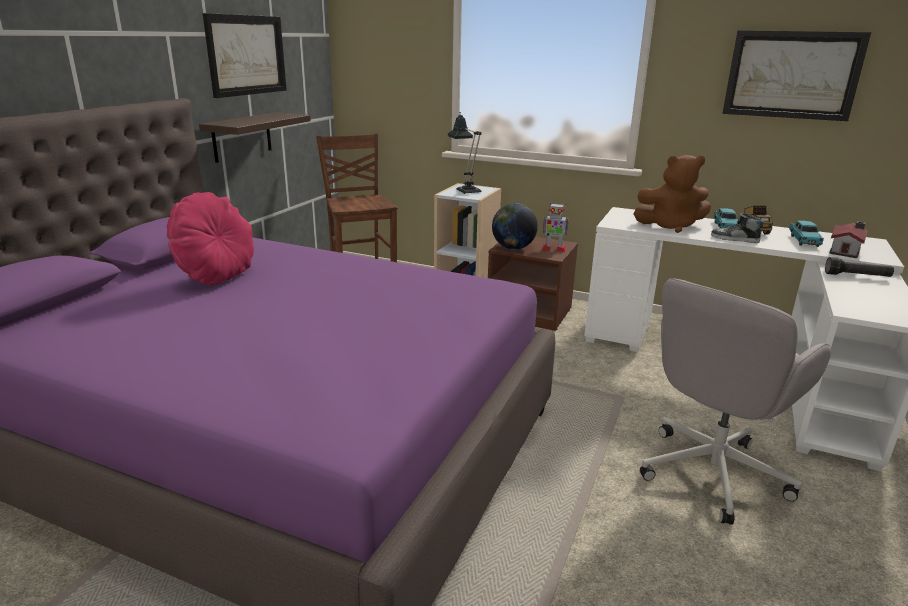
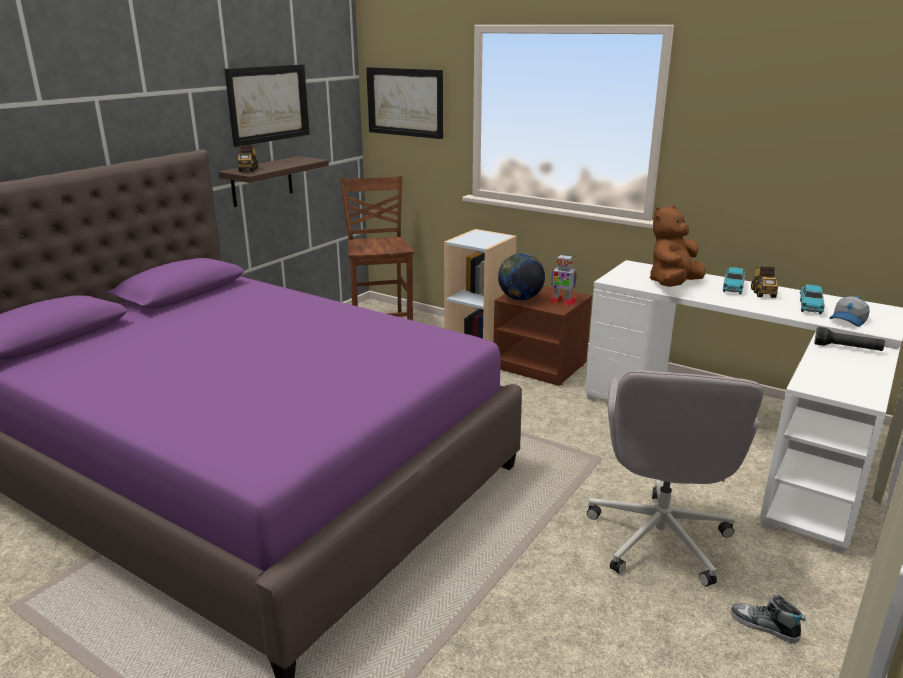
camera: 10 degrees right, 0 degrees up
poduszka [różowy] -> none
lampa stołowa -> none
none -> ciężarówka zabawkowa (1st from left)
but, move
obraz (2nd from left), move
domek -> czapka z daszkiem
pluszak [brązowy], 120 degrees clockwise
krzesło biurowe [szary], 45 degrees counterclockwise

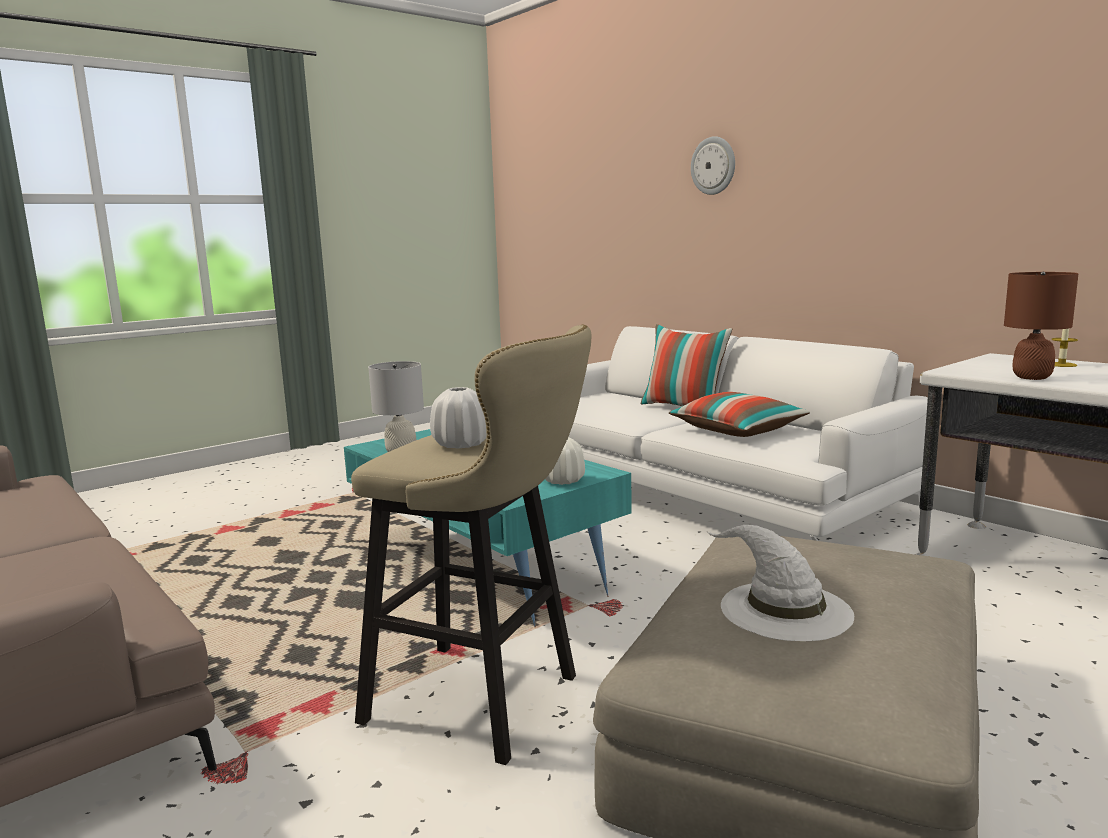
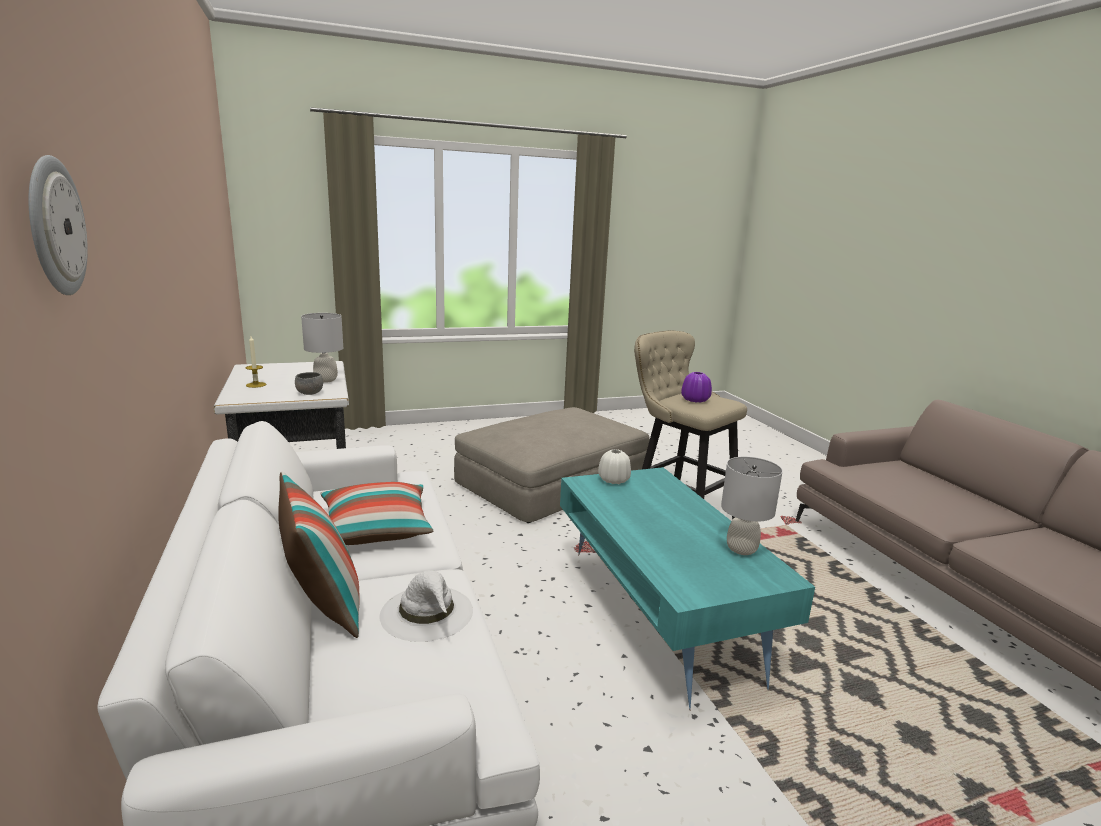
camera: 160 degrees left, 5 degrees up
none -> miska [szary]
kapelusz [biały], move
wazon [biały] (1st from left) -> wazon [fioletowy]
lampa stołowa [brązowy] -> lampa stołowa [szary] (1st from left)

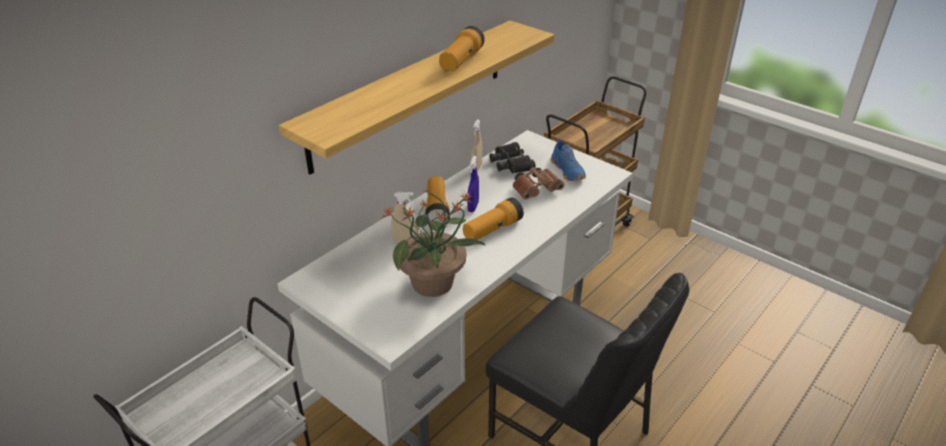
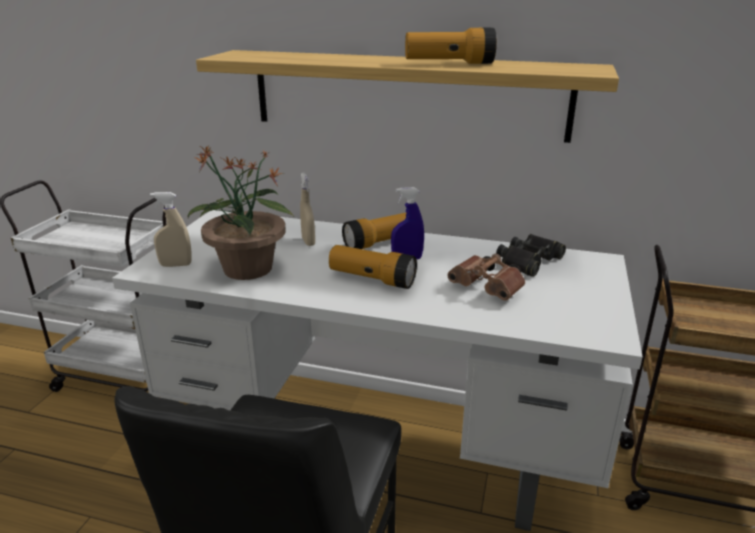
camera: 65 degrees right, 10 degrees down
but [niebieski] -> none
spryskiwacz [beżowy] (2nd from left in the first image) -> spryskiwacz [beżowy] (1st from left), move

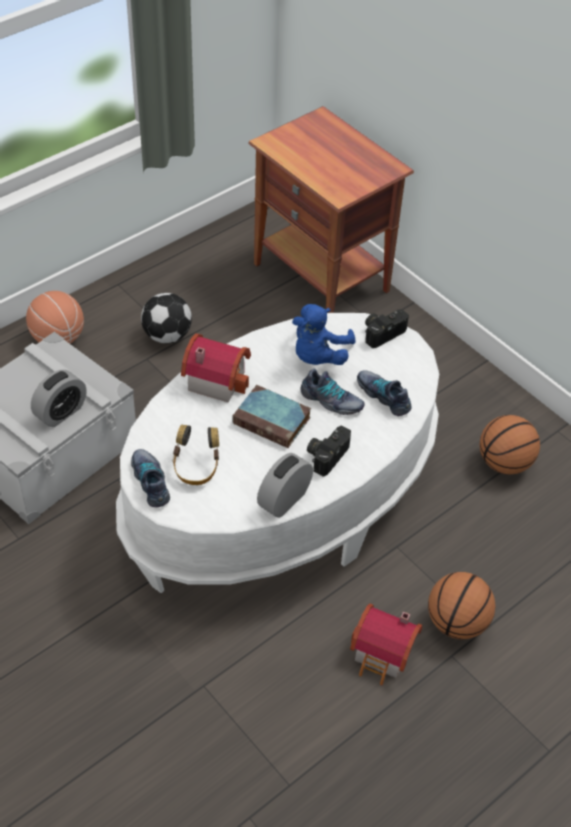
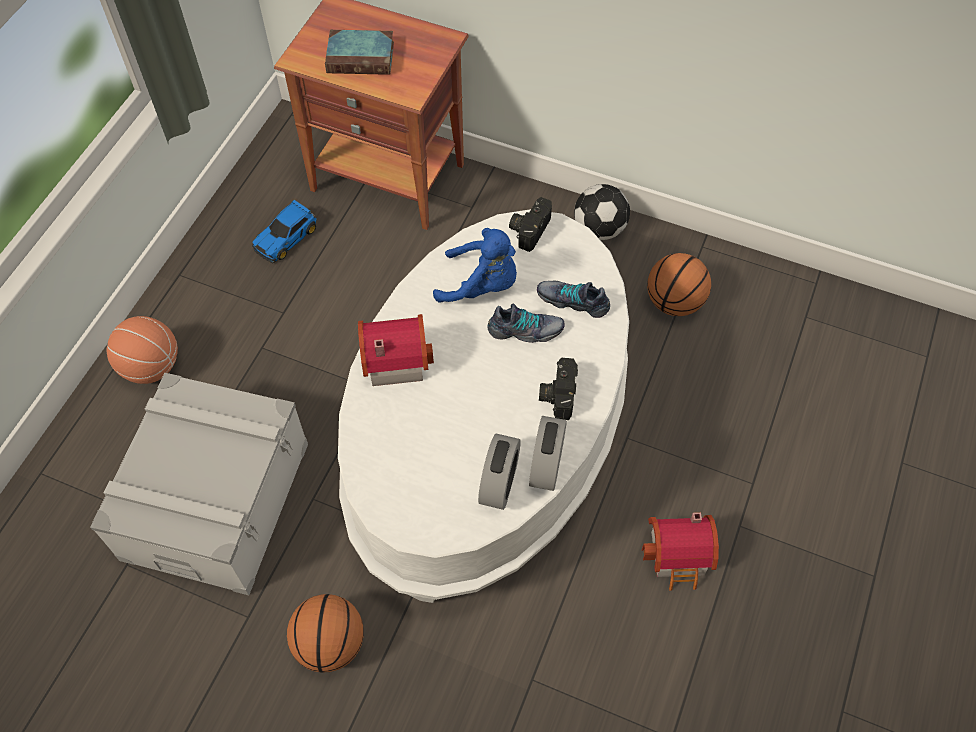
camera: 25 degrees left, 10 degrees up
but (1st from left) -> none
słuchawki -> none
none -> samochodzik
budzik (1st from left), move
piłka futbolowa, move
książka, move
piłka do koszykówki (2nd from left), move
pluszak [niebieski], 75 degrees counterclockwise

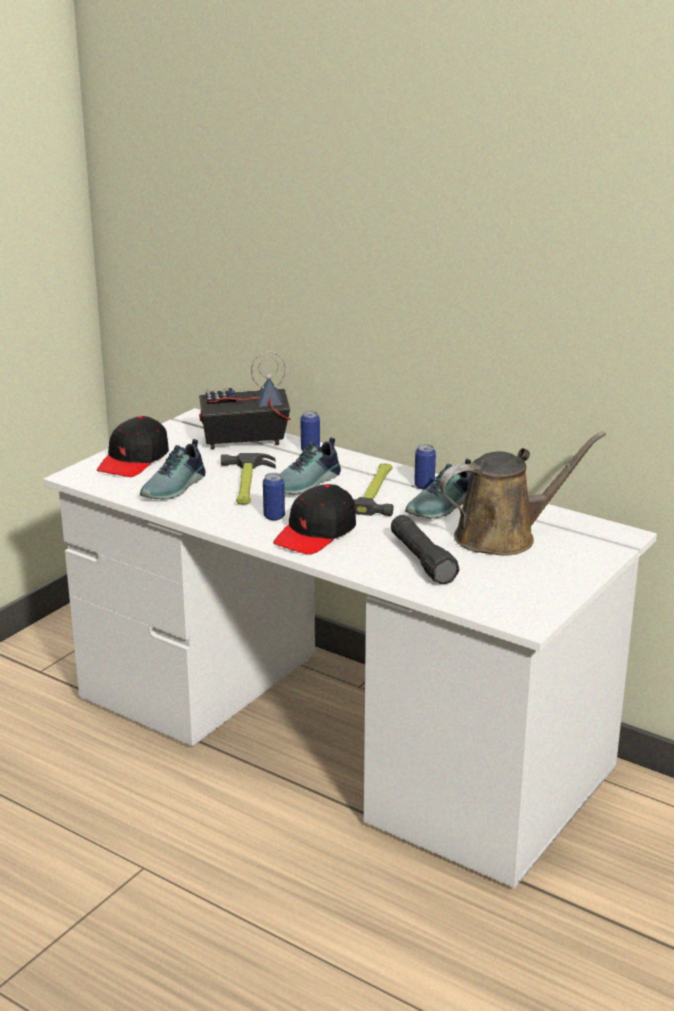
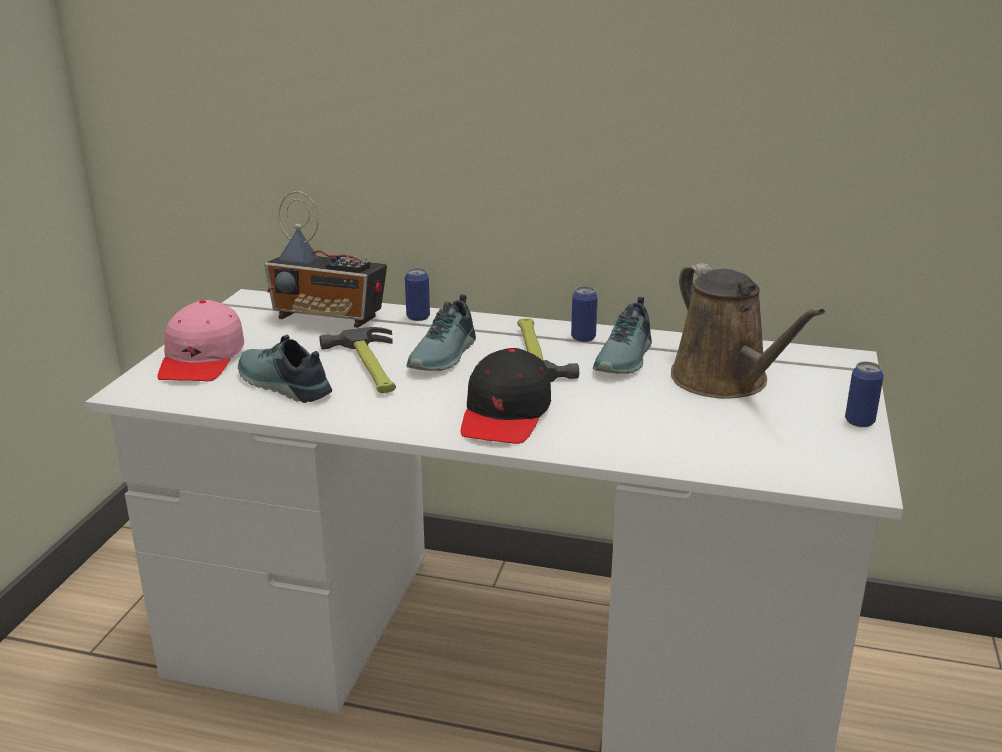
camera: 20 degrees left, 0 degrees up
latarka [czarny] -> none
puszka (1st from left in the first image) -> puszka (3rd from left), move
czapka z daszkiem [czarny] (1st from left) -> czapka z daszkiem [różowy]
but (1st from left), 120 degrees clockwise
radio, 135 degrees counterclockwise
konewka [brązowy], 105 degrees clockwise

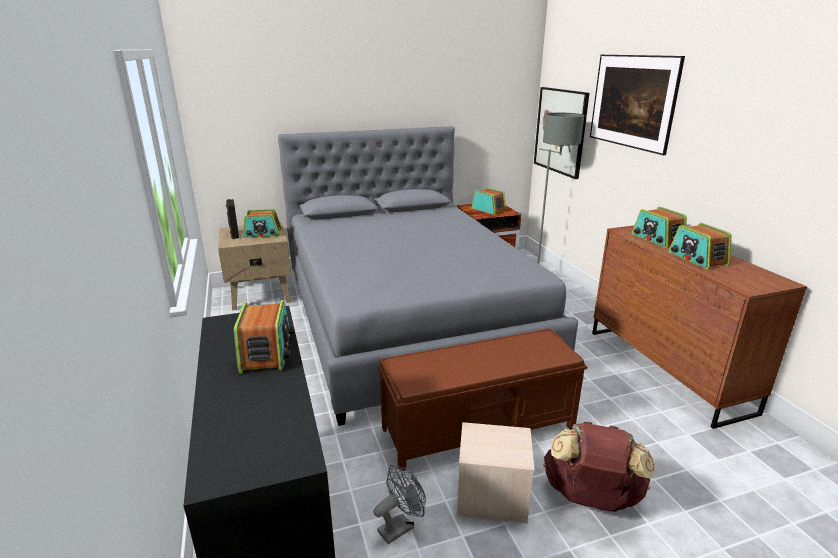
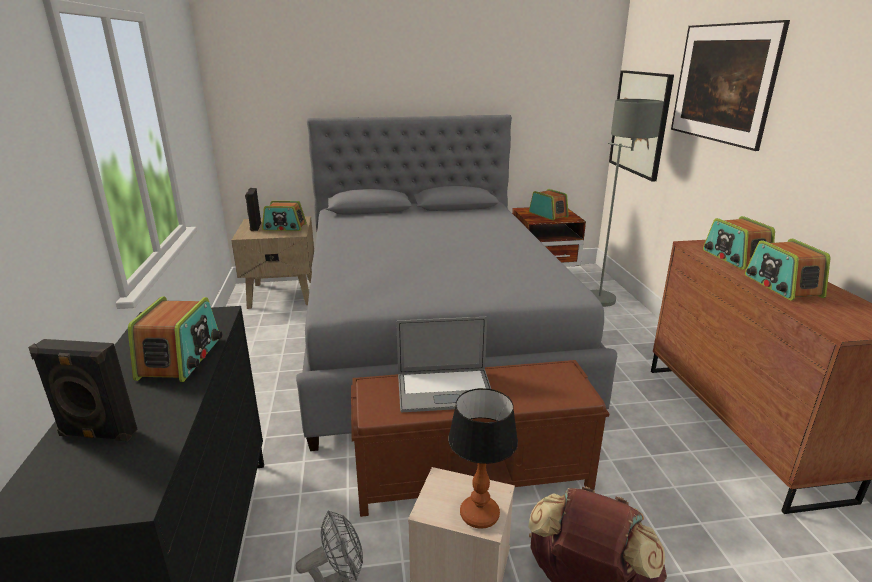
camera: 10 degrees right, 0 degrees up
none -> głośnik [czarny] (1st from left)
none -> laptop
none -> lampa stołowa

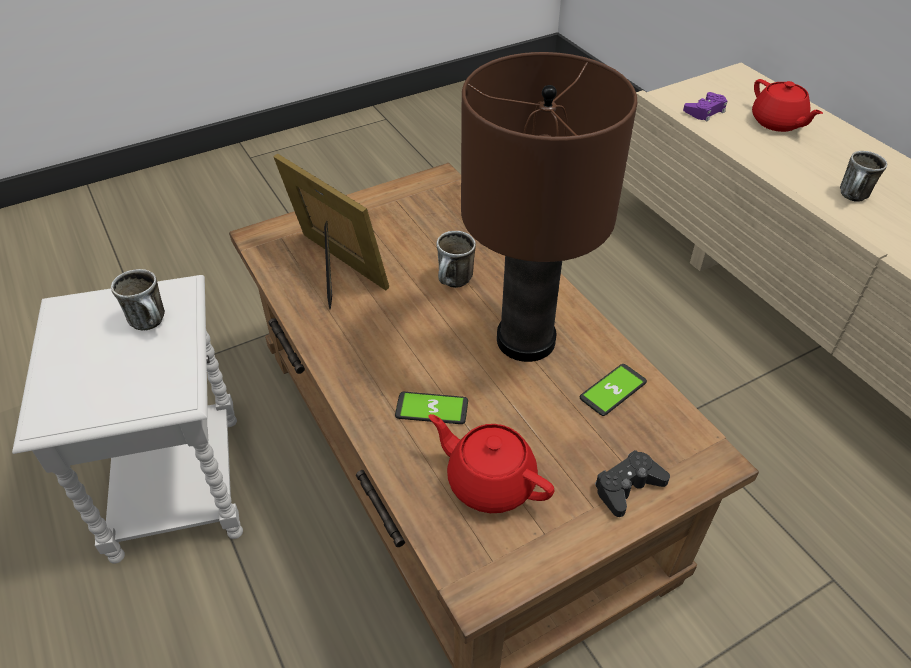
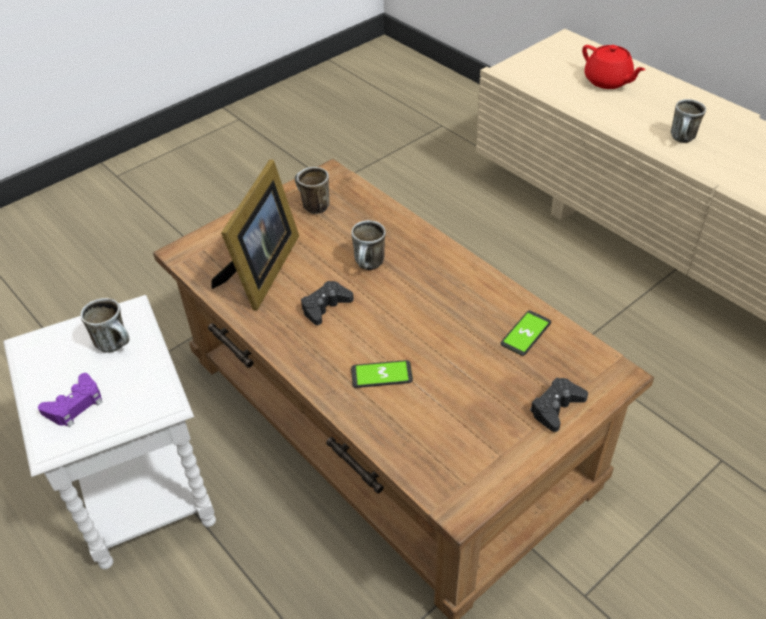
camera: 10 degrees left, 0 degrees up
imbryk [czerwony] (1st from left) -> none
lampa stołowa [brązowy] -> none
none -> kubek (2nd from left)
none -> pad do gier [czarny] (1st from left)
pad do gier [fioletowy], move
ramka na zdjęcie, 75 degrees clockwise

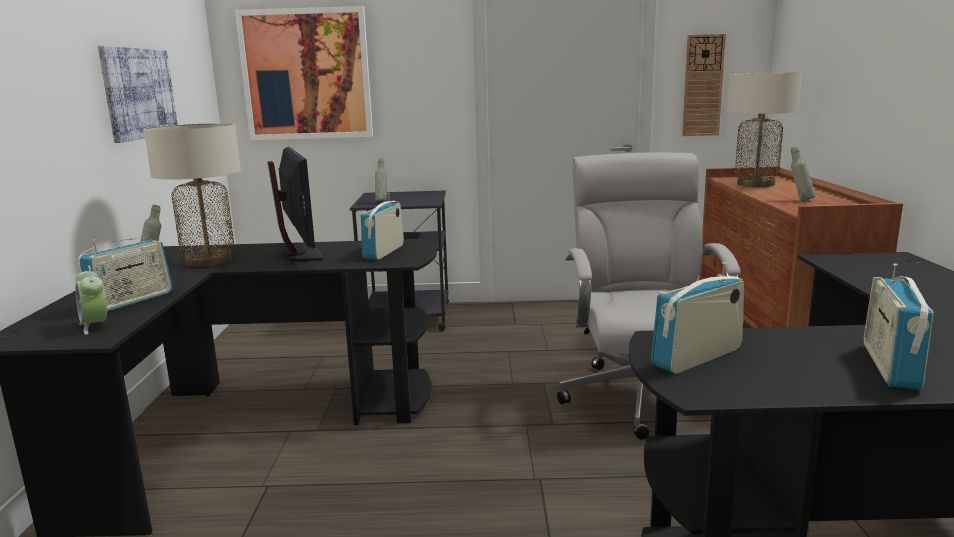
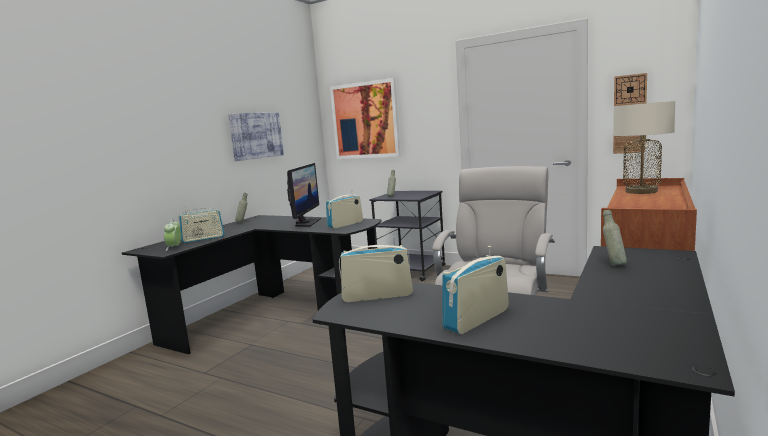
camera: 30 degrees right, 5 degrees down
lampa stołowa (1st from left) -> none
butelka [szary] (3rd from left), move

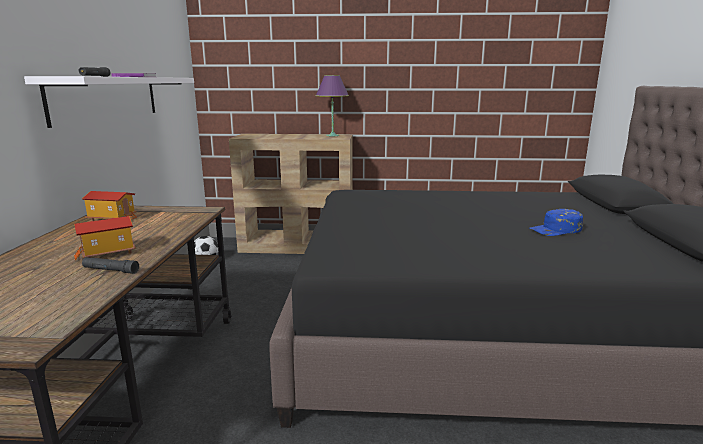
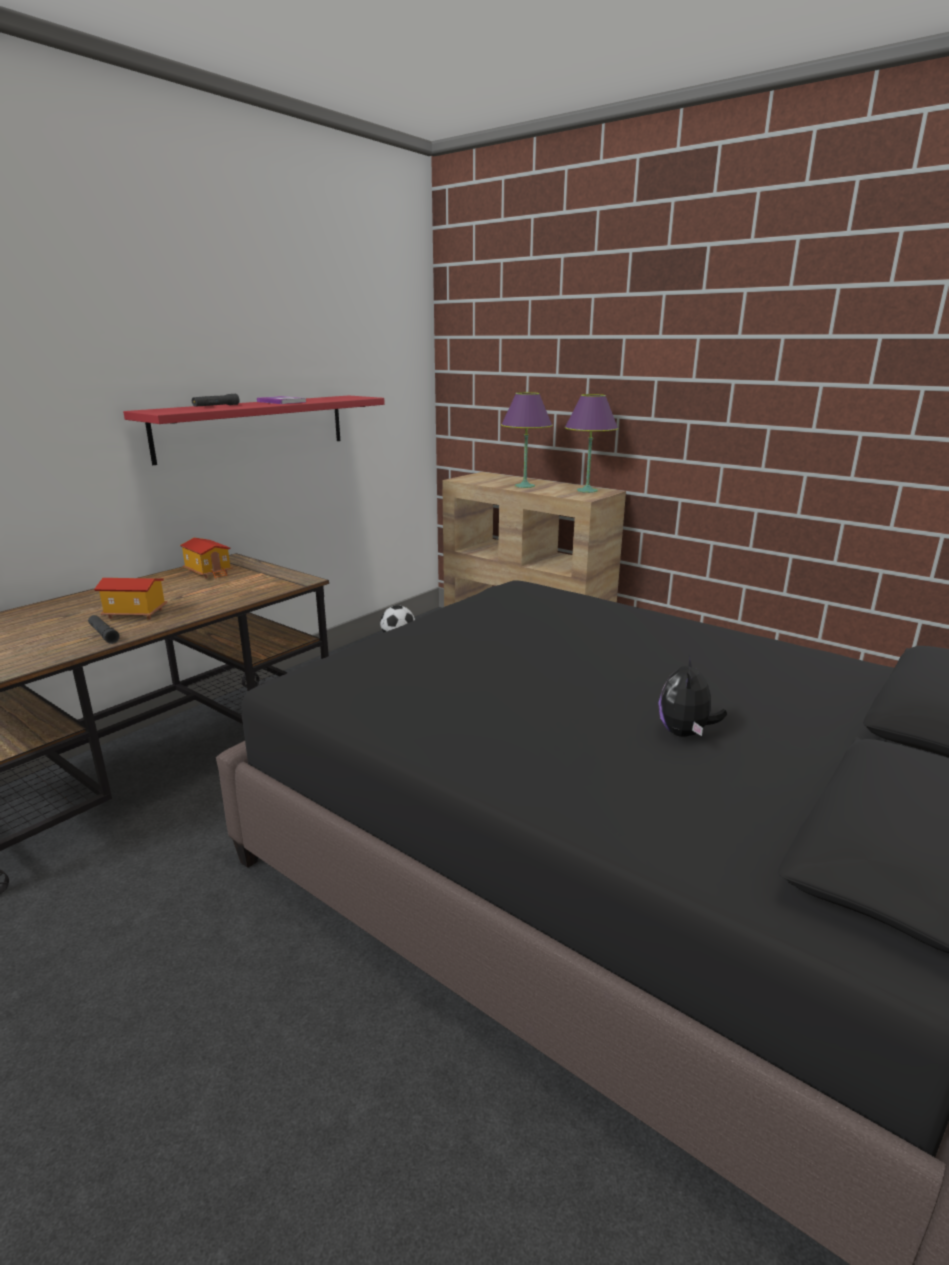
camera: 35 degrees right, 5 degrees up
none -> lampa stołowa [fioletowy] (1st from left)
czapka z daszkiem [niebieski] -> pluszak
półka [biały] -> półka [czerwony]

